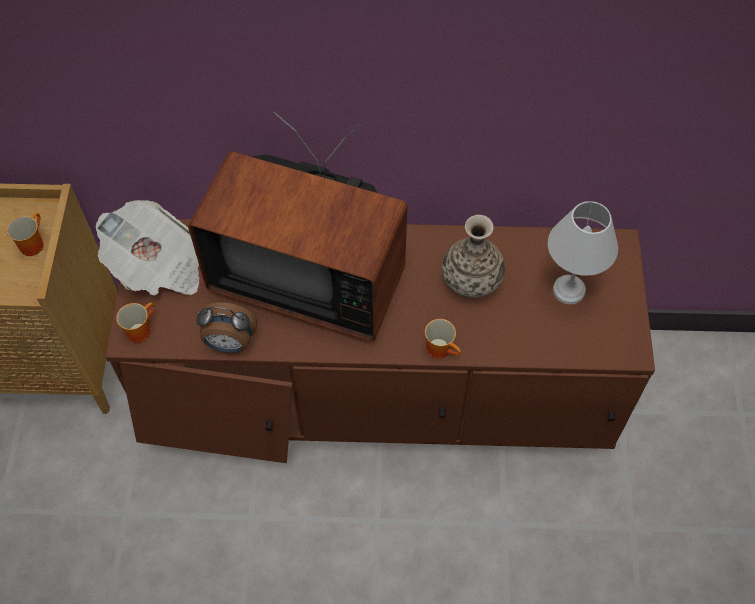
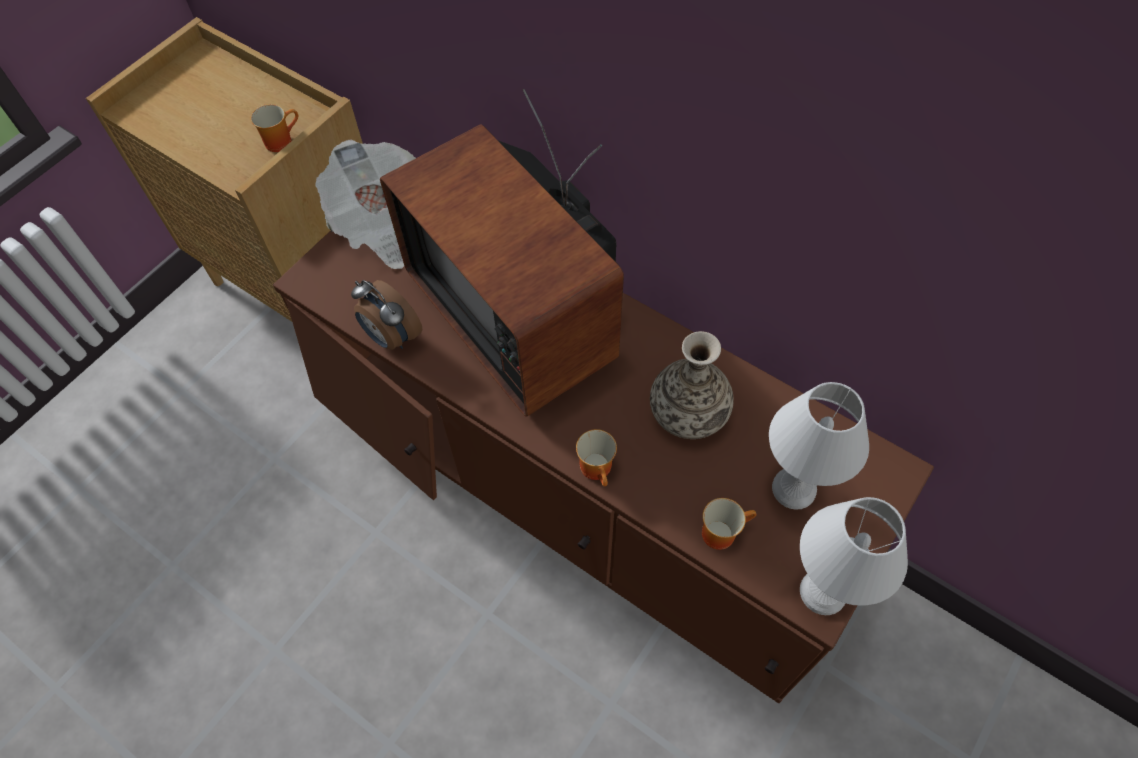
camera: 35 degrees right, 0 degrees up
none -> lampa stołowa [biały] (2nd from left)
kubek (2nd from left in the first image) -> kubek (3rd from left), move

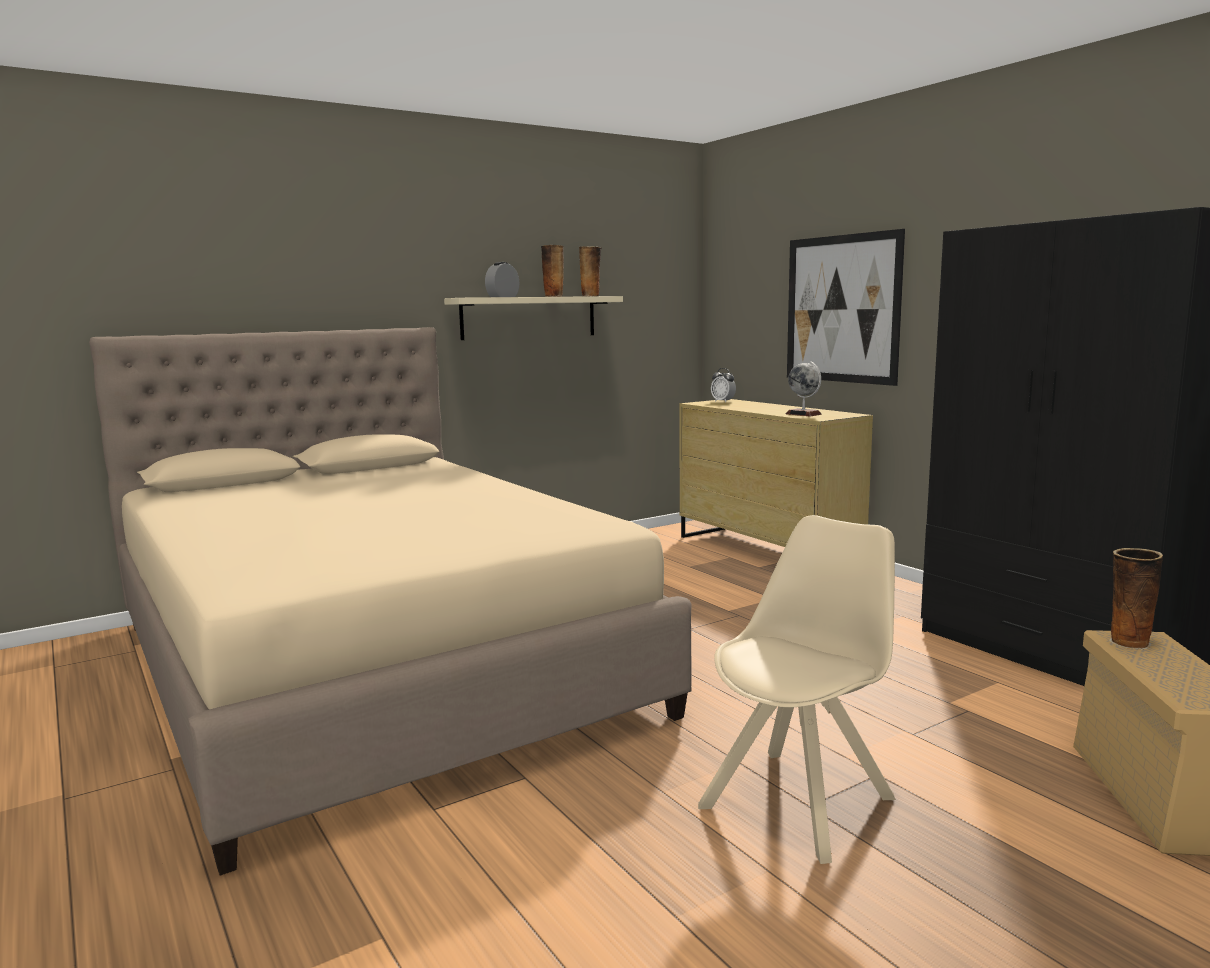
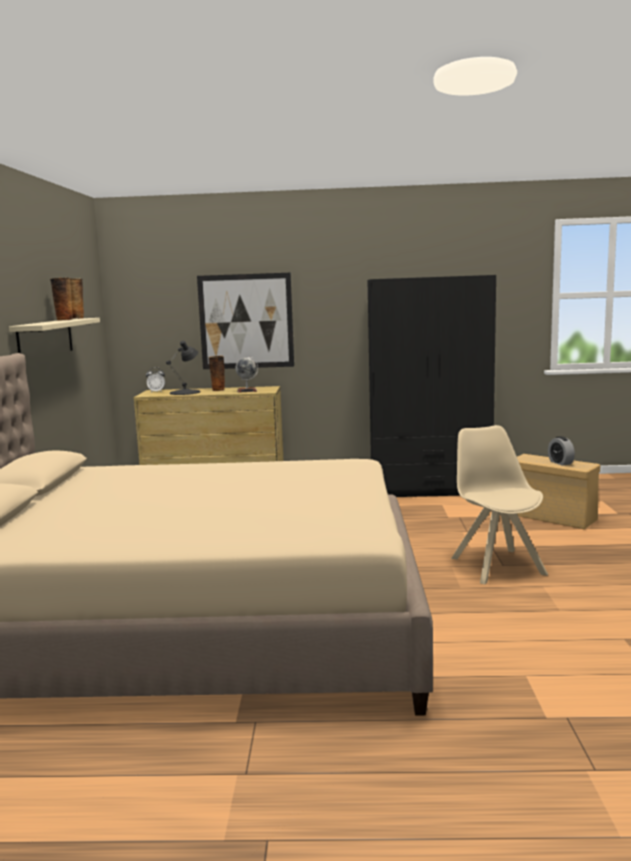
camera: 55 degrees left, 0 degrees up
none -> lampa stołowa [czarny]
budzik (1st from left in the first image) -> budzik (2nd from left), move
wazon (3rd from left), move

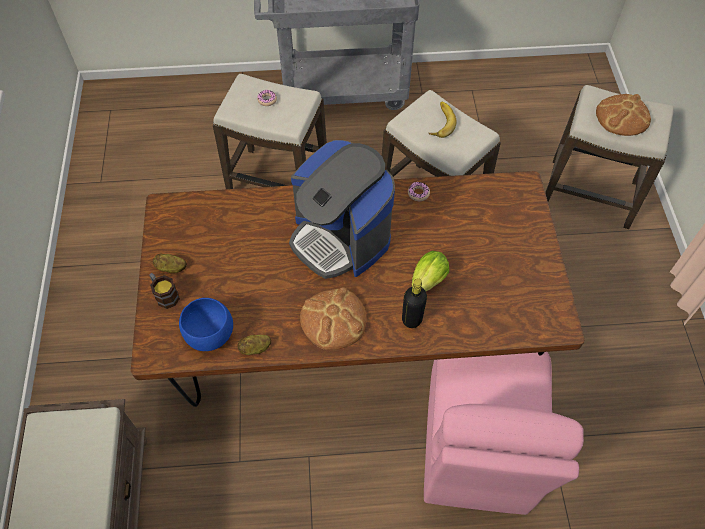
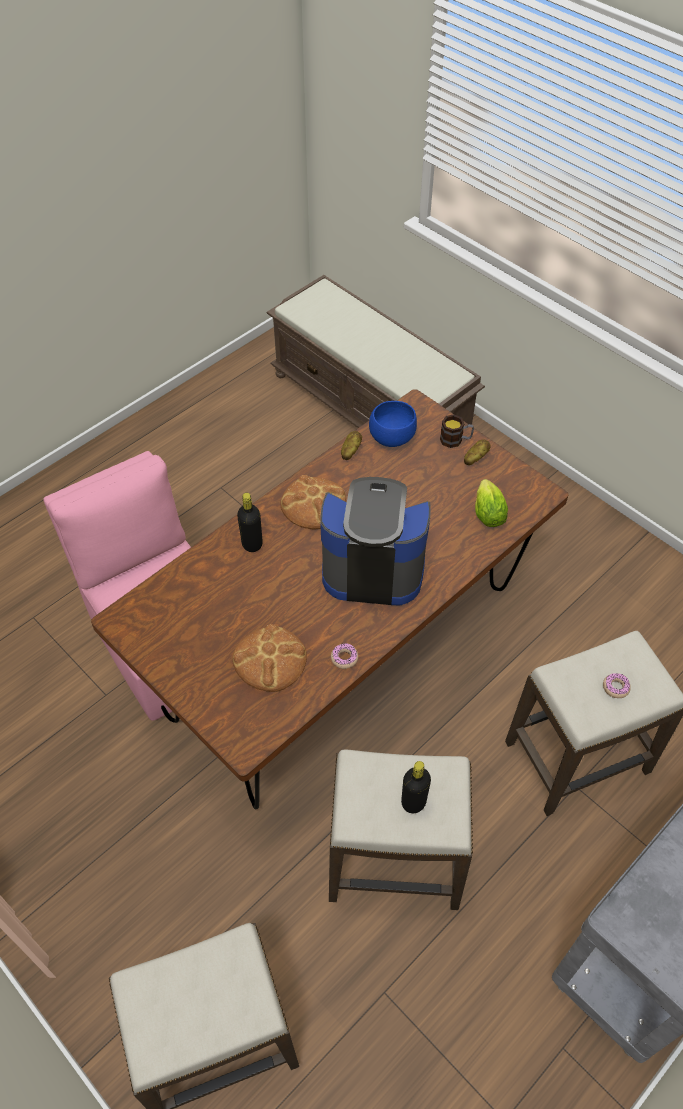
camera: 140 degrees right, 5 degrees down
sałata, move
chleb (2nd from left in the first image) -> chleb (1st from left), move
banan -> butelka [czarny] (2nd from left)

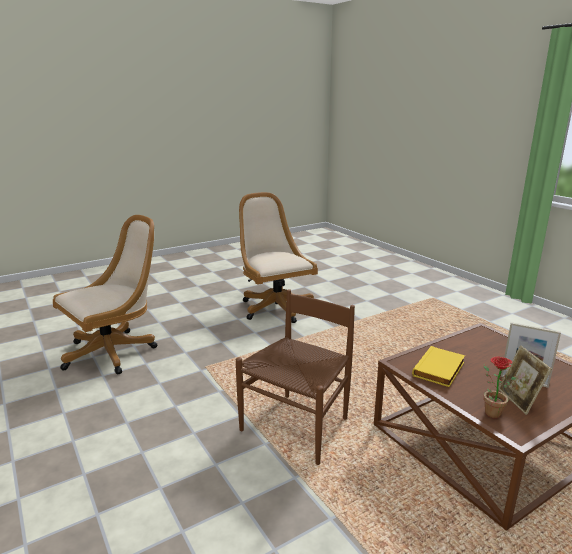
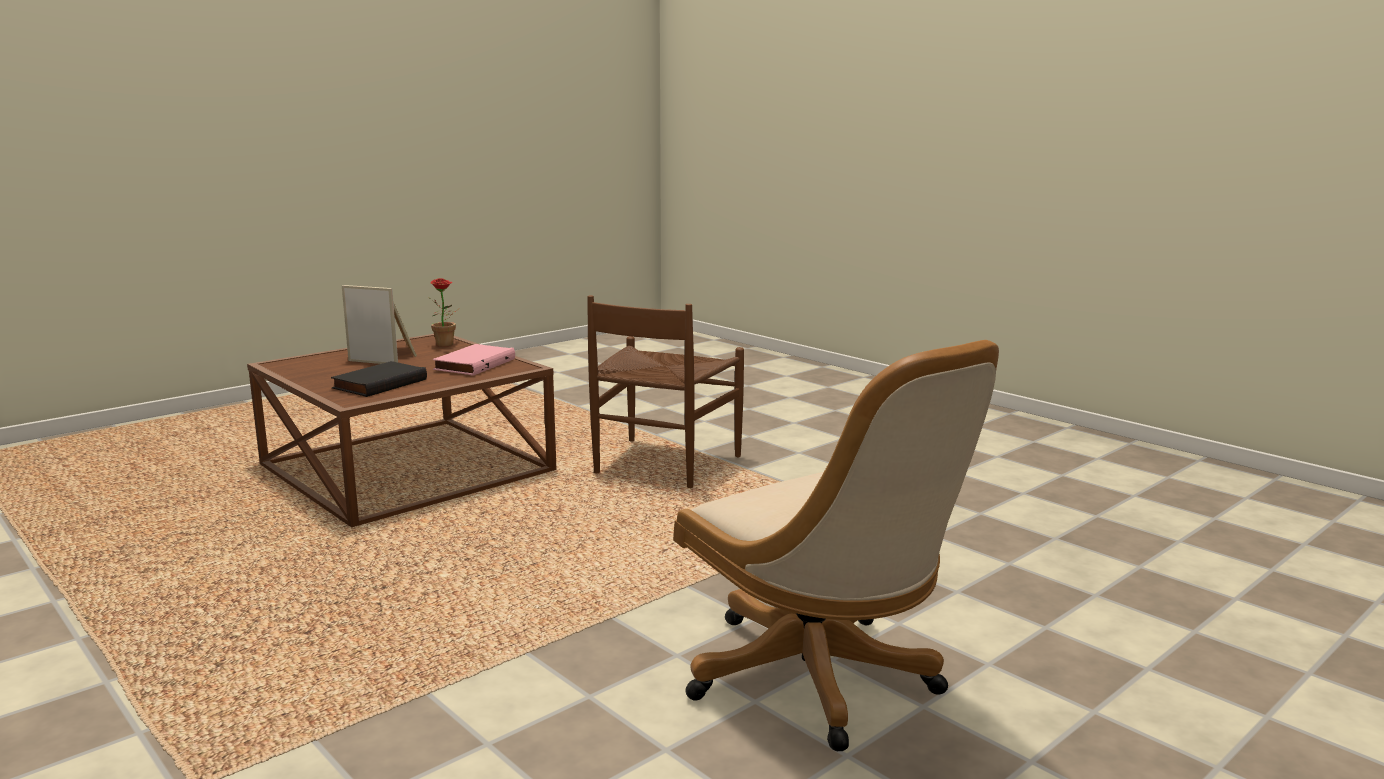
camera: 170 degrees right, 5 degrees down
krzesło biurowe (1st from left) -> none
none -> książka [czarny]
książka [żółty] -> książka [różowy]

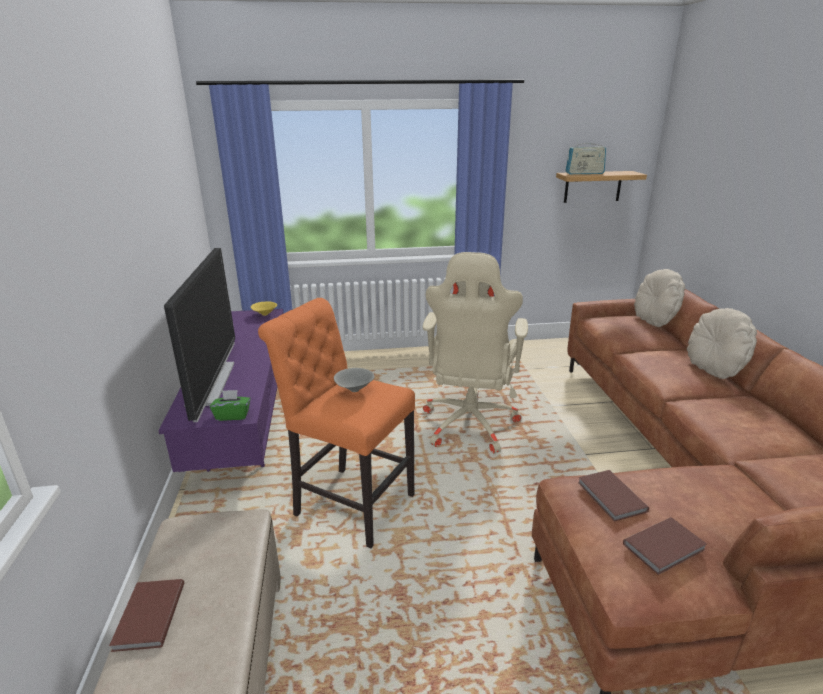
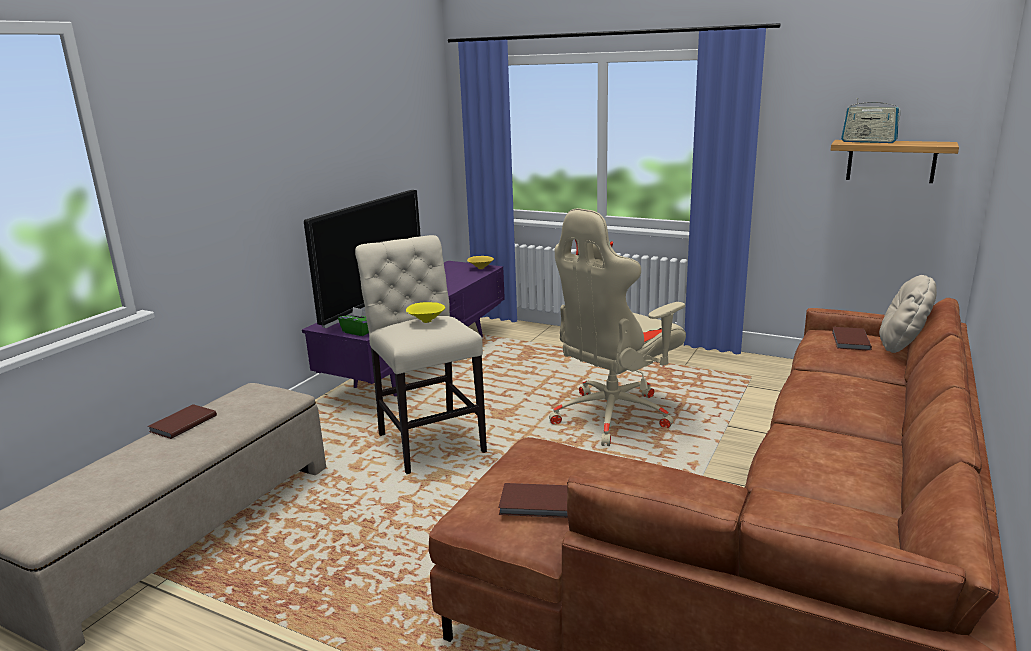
camera: 35 degrees right, 5 degrees down
poduszka [beżowy] (2nd from left) -> none
książka [brązowy] (2nd from left in the first image) -> książka [brązowy] (3rd from left), move
stołek [pomarańczowy] -> stołek [beżowy]
miska [szary] -> miska [żółty] (1st from left)

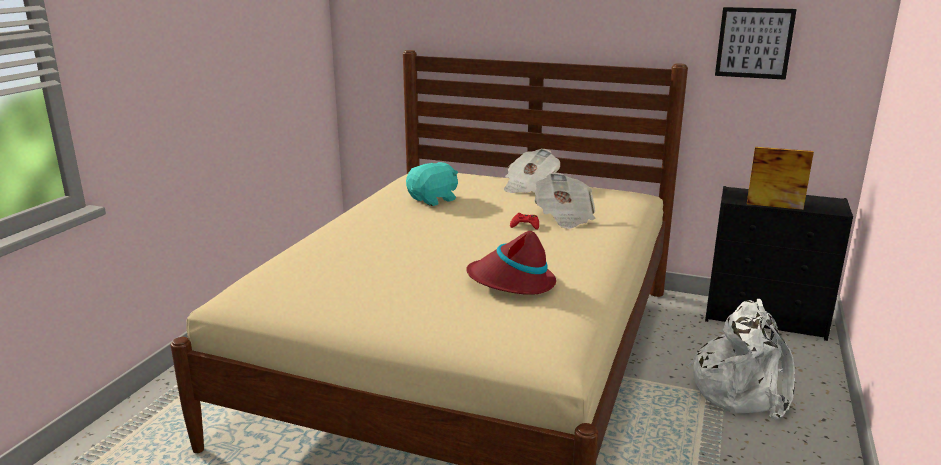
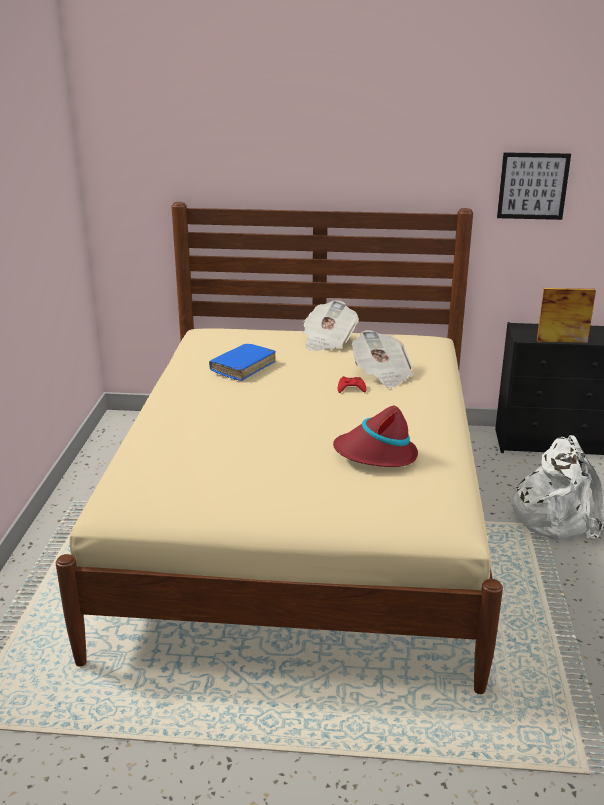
camera: 15 degrees left, 5 degrees up
pluszak [turkusowy] -> książka [niebieski]

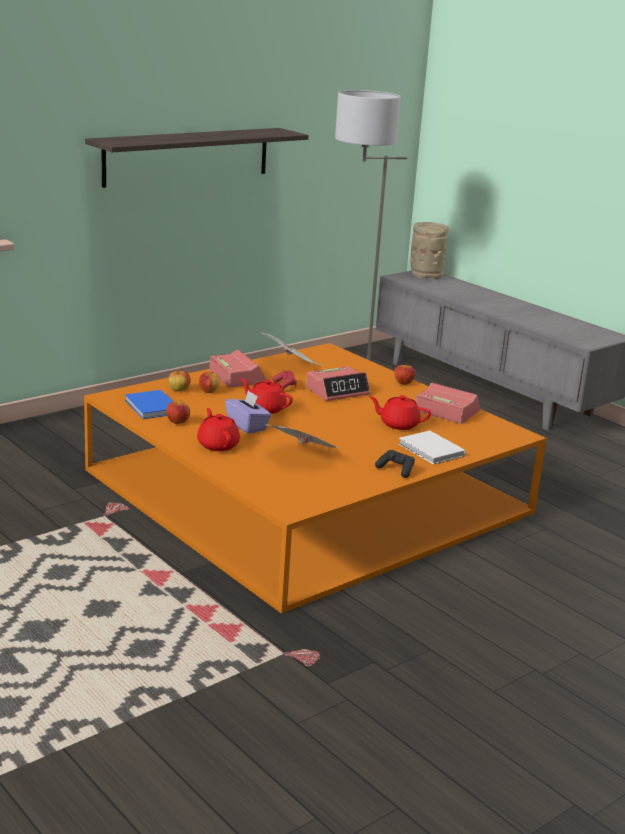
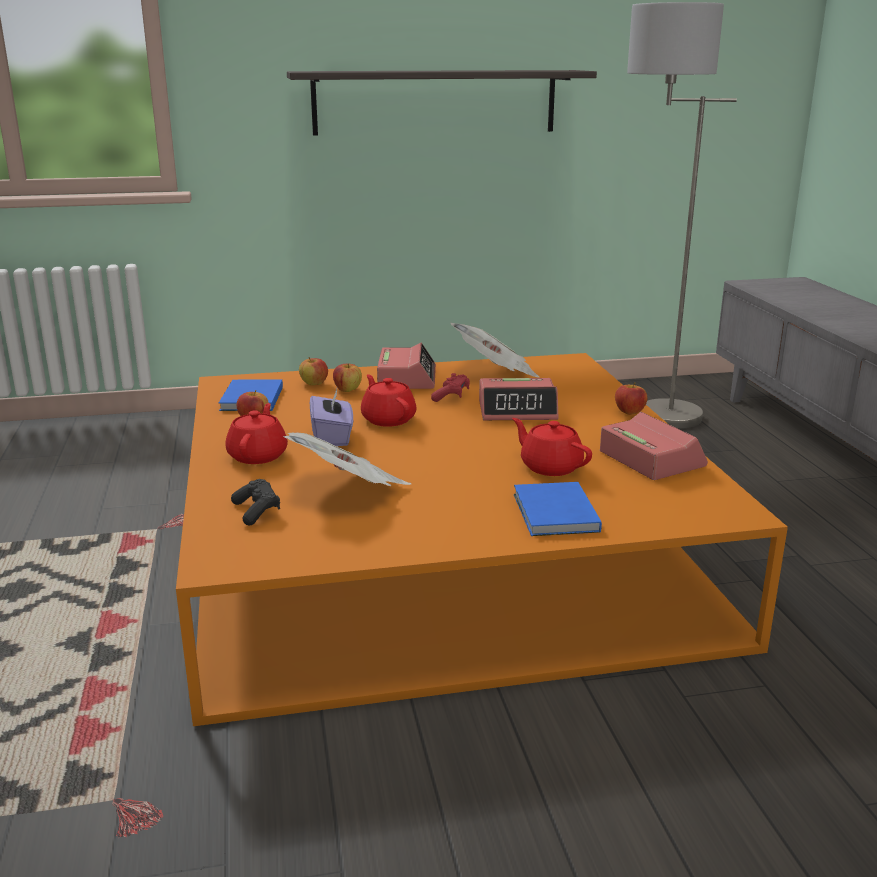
camera: 30 degrees right, 0 degrees up
wazon [beżowy] -> none
pad do gier [czarny], move
książka [biały] -> książka [niebieski] (2nd from left)

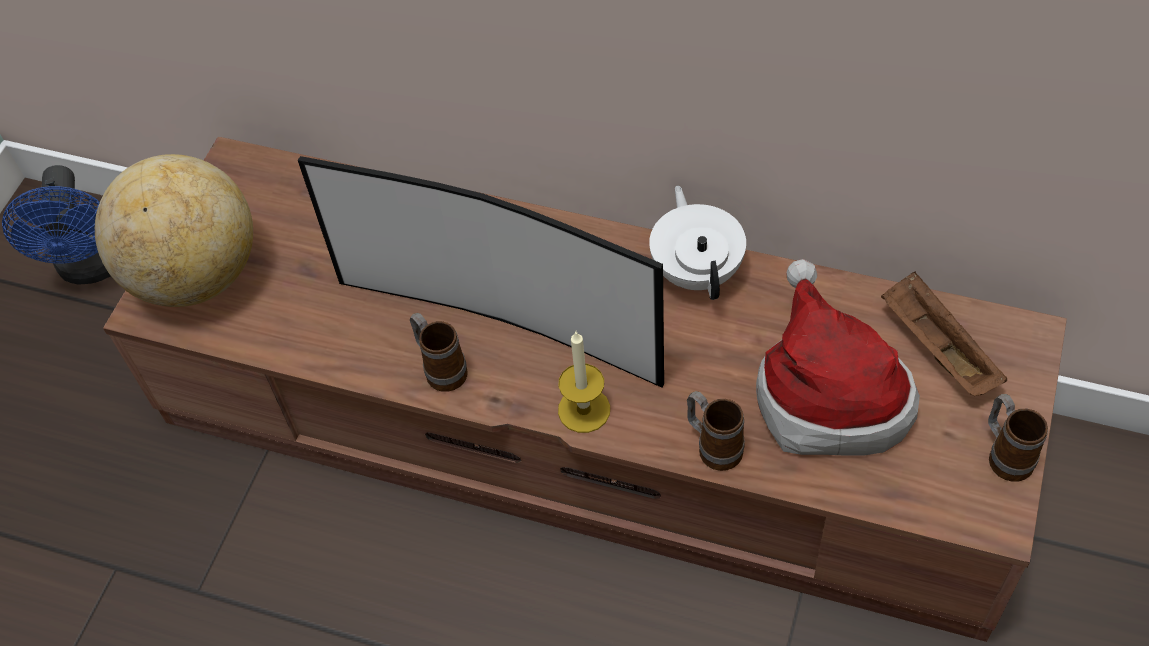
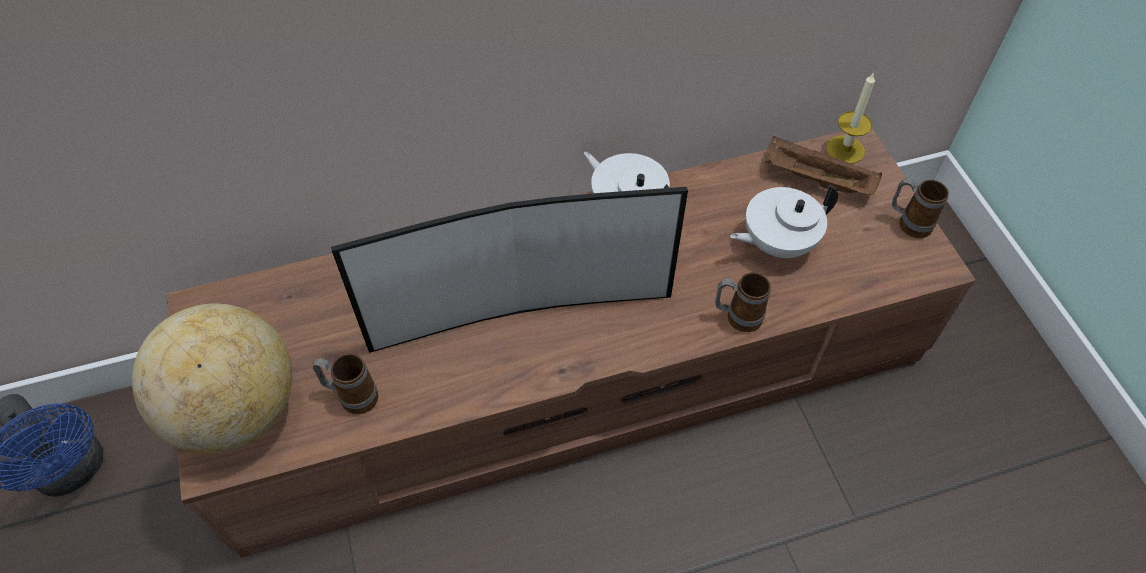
camera: 40 degrees left, 0 degrees up
kubek (1st from left), move
świeca, move
kapelusz -> imbryk [biały] (2nd from left)

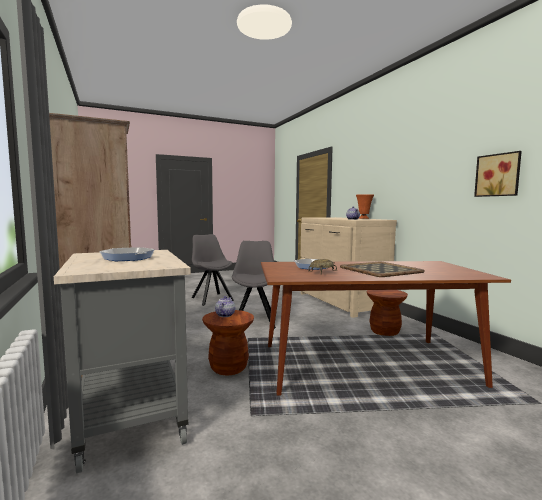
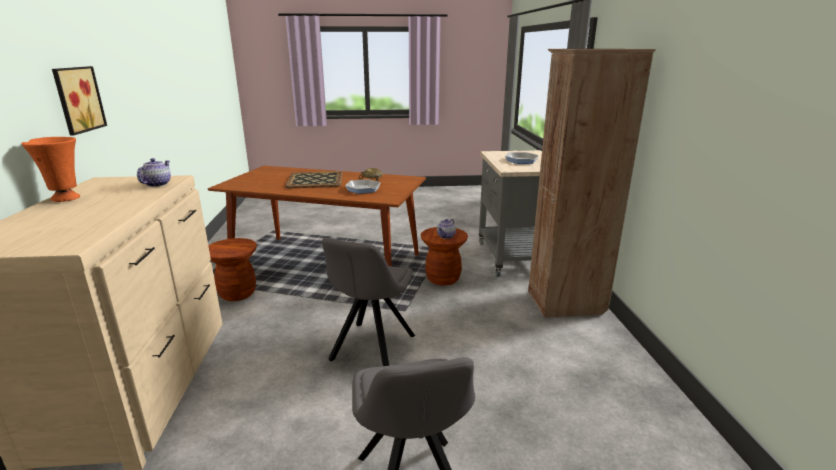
camera: 160 degrees left, 15 degrees up
obraz, move

